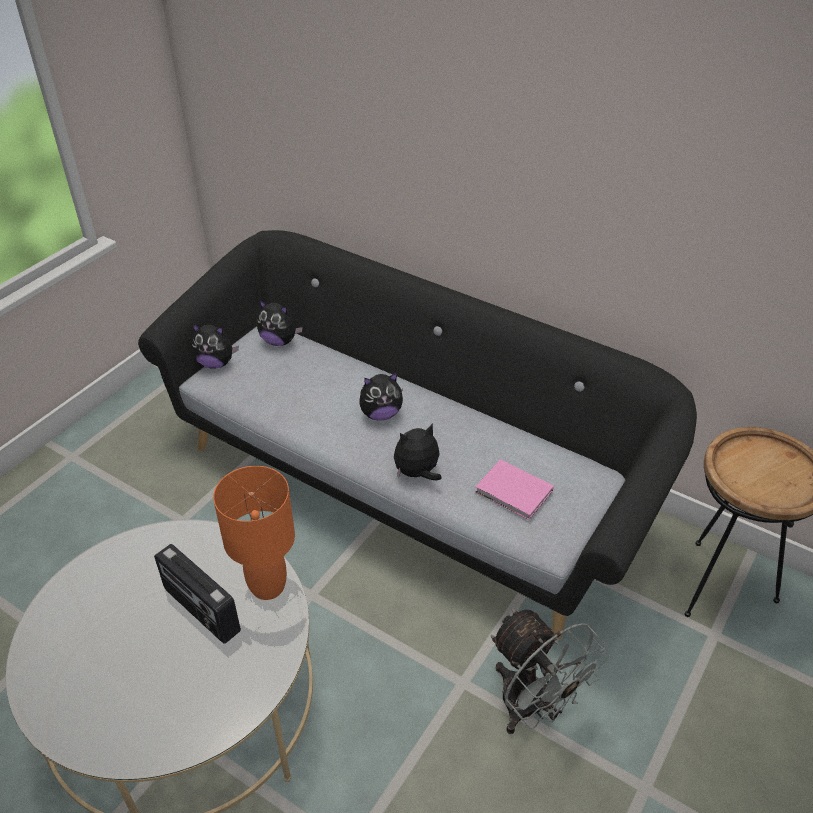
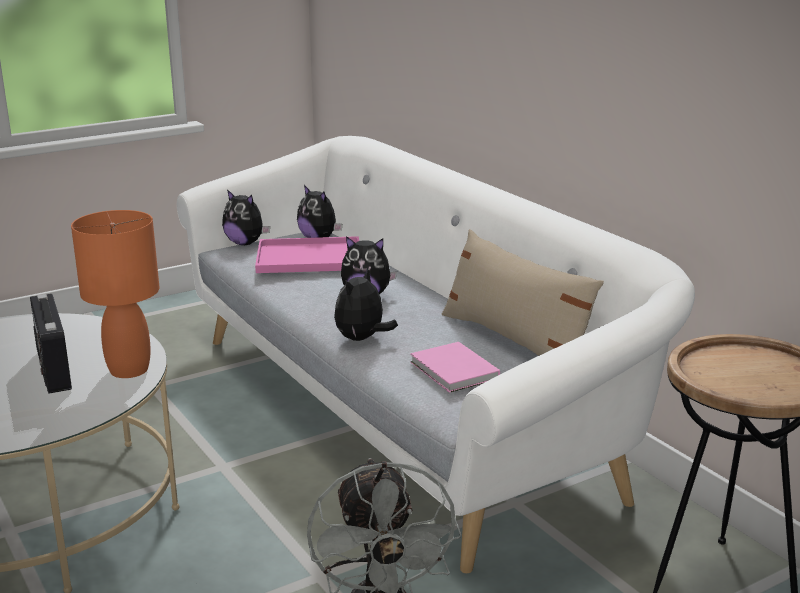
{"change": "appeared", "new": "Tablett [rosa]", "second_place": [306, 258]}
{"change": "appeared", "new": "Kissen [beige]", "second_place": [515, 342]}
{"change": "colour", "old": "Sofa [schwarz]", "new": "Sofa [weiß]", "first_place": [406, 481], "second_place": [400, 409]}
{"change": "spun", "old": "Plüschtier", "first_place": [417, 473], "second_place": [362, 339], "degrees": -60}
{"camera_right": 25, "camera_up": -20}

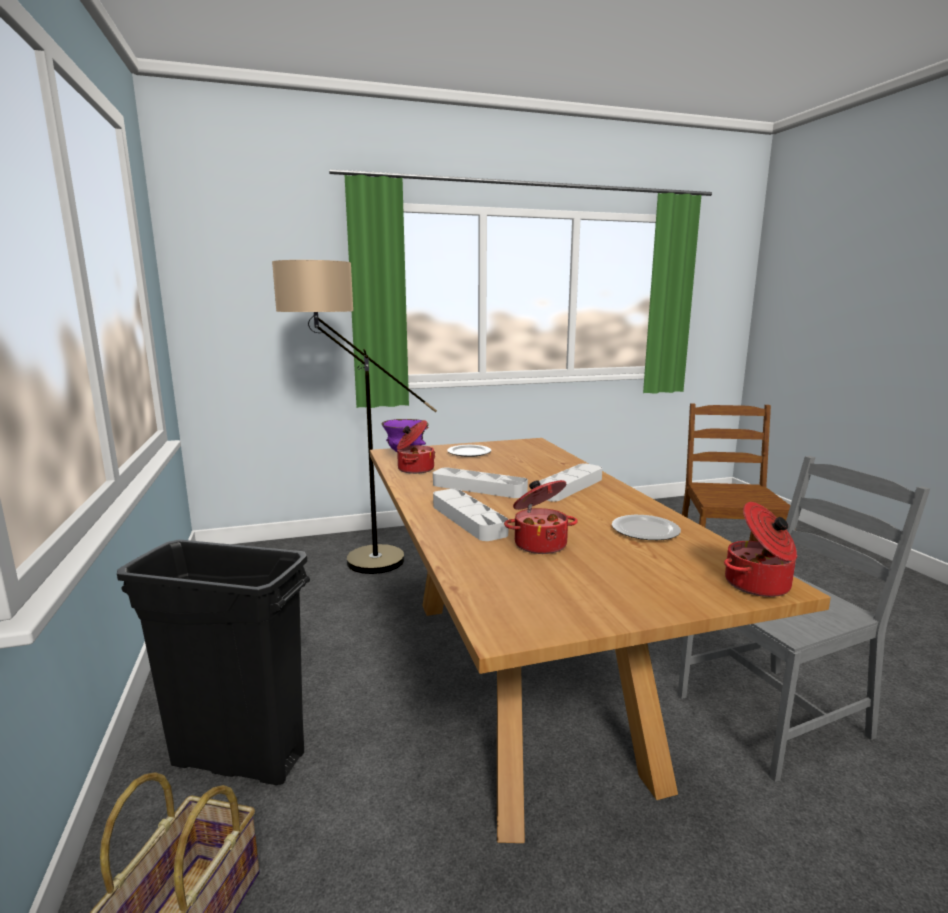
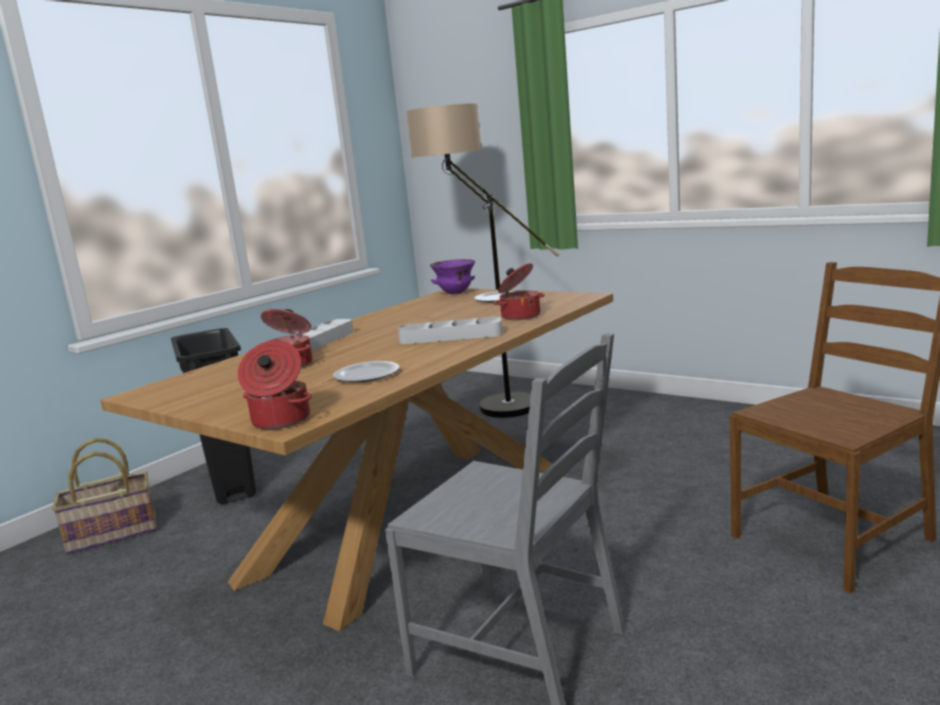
{"change": "missing", "old": "Tablett [grau]", "first_place": [479, 488]}
{"change": "relocated", "old": "Kochtopf", "first_place": [414, 469], "second_place": [520, 316]}
{"camera_right": 55, "camera_up": 0}

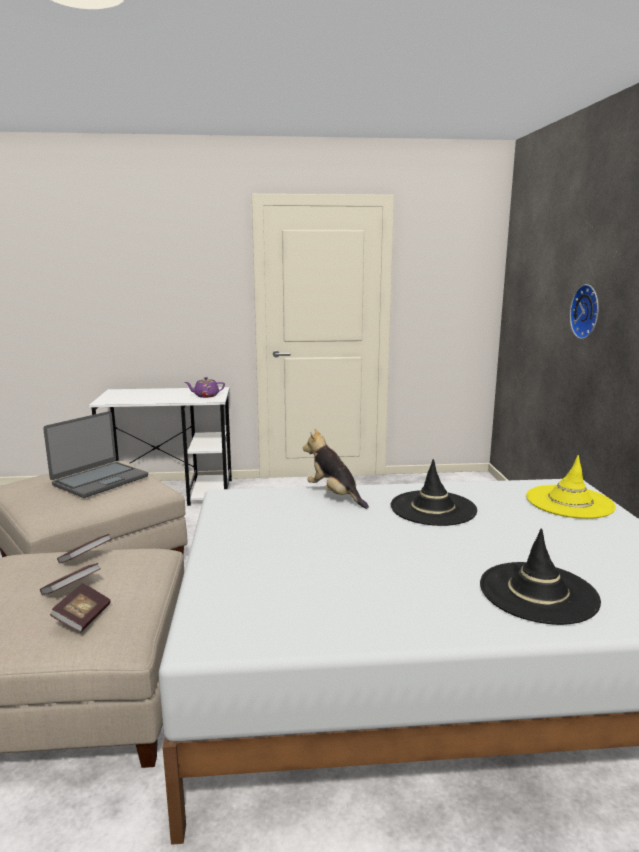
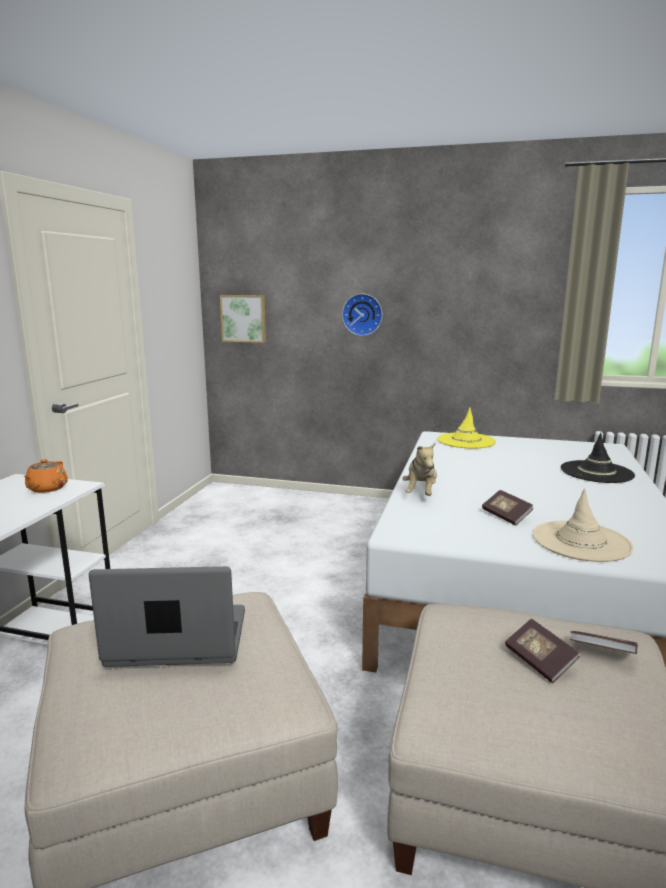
{"change": "missing", "old": "Hut [schwarz]", "first_place": [433, 508]}
{"change": "appeared", "new": "Bild", "second_place": [244, 318]}
{"change": "appeared", "new": "Hut [beige]", "second_place": [581, 541]}
{"change": "relocated", "old": "Buch", "first_place": [85, 558], "second_place": [506, 516]}
{"change": "colour", "old": "Teekanne [lila]", "new": "Teekanne [orange]", "first_place": [206, 396], "second_place": [46, 489]}
{"change": "spun", "old": "Laptop", "first_place": [100, 480], "second_place": [178, 639], "degrees": -60}
{"change": "spun", "old": "Plüschtier", "first_place": [334, 495], "second_place": [421, 493], "degrees": -60}
{"camera_right": -70, "camera_up": 0}

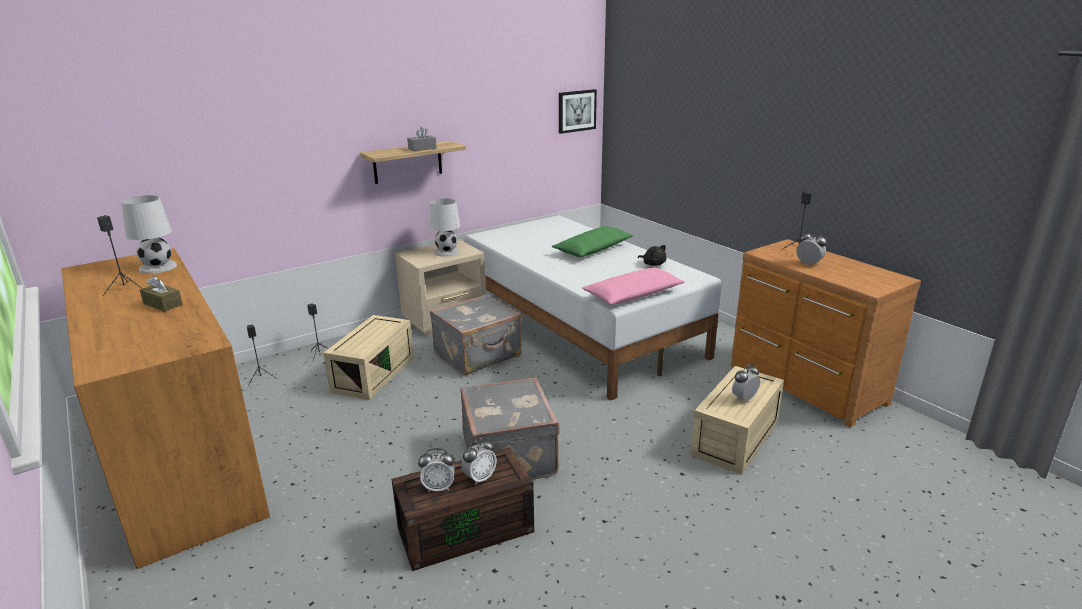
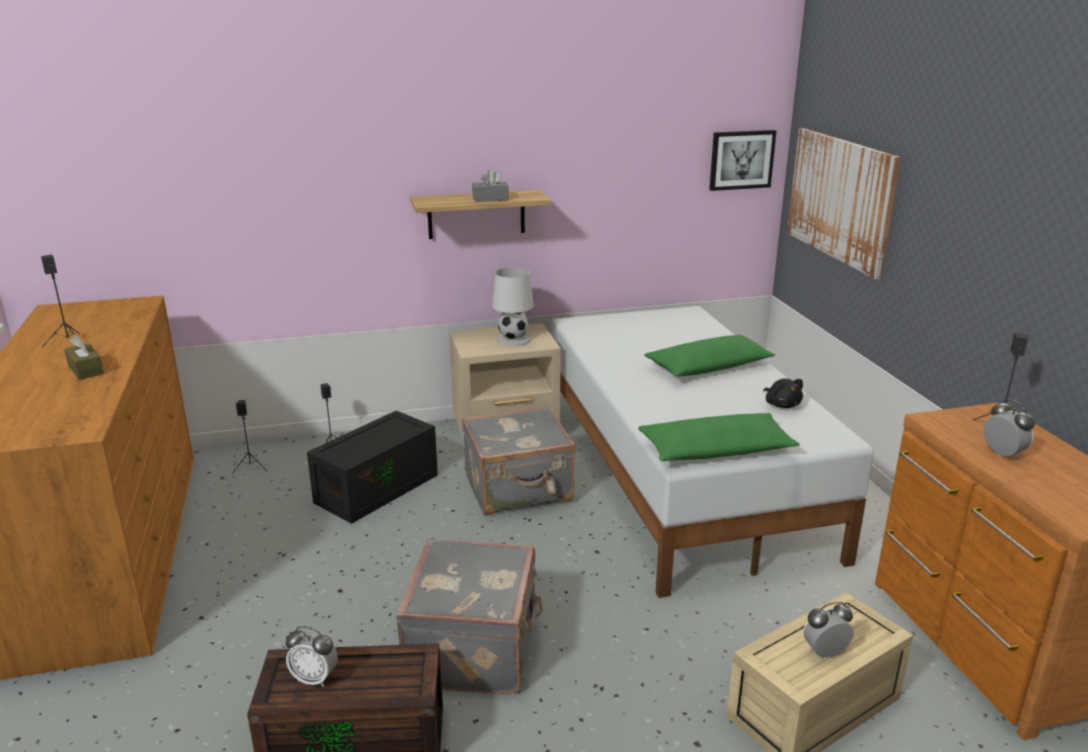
{"change": "missing", "old": "Tischlampe [weiß]", "first_place": [157, 267]}
{"change": "missing", "old": "Wecker", "first_place": [479, 478]}
{"change": "appeared", "new": "Bild", "second_place": [840, 199]}
{"change": "colour", "old": "Aufbewahrungsbox [beige]", "new": "Aufbewahrungsbox [schwarz]", "first_place": [373, 373], "second_place": [377, 487]}
{"change": "colour", "old": "Kissen [rosa]", "new": "Kissen [grün]", "first_place": [633, 295], "second_place": [716, 451]}
{"camera_right": 20, "camera_up": 0}

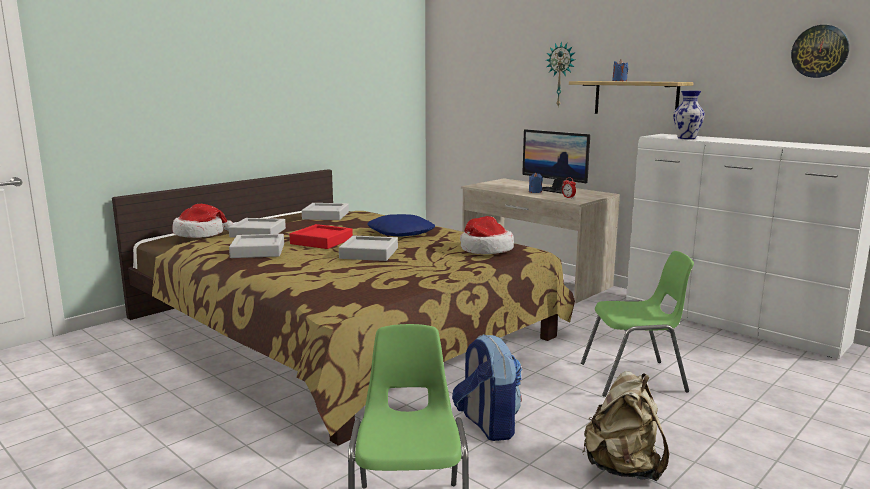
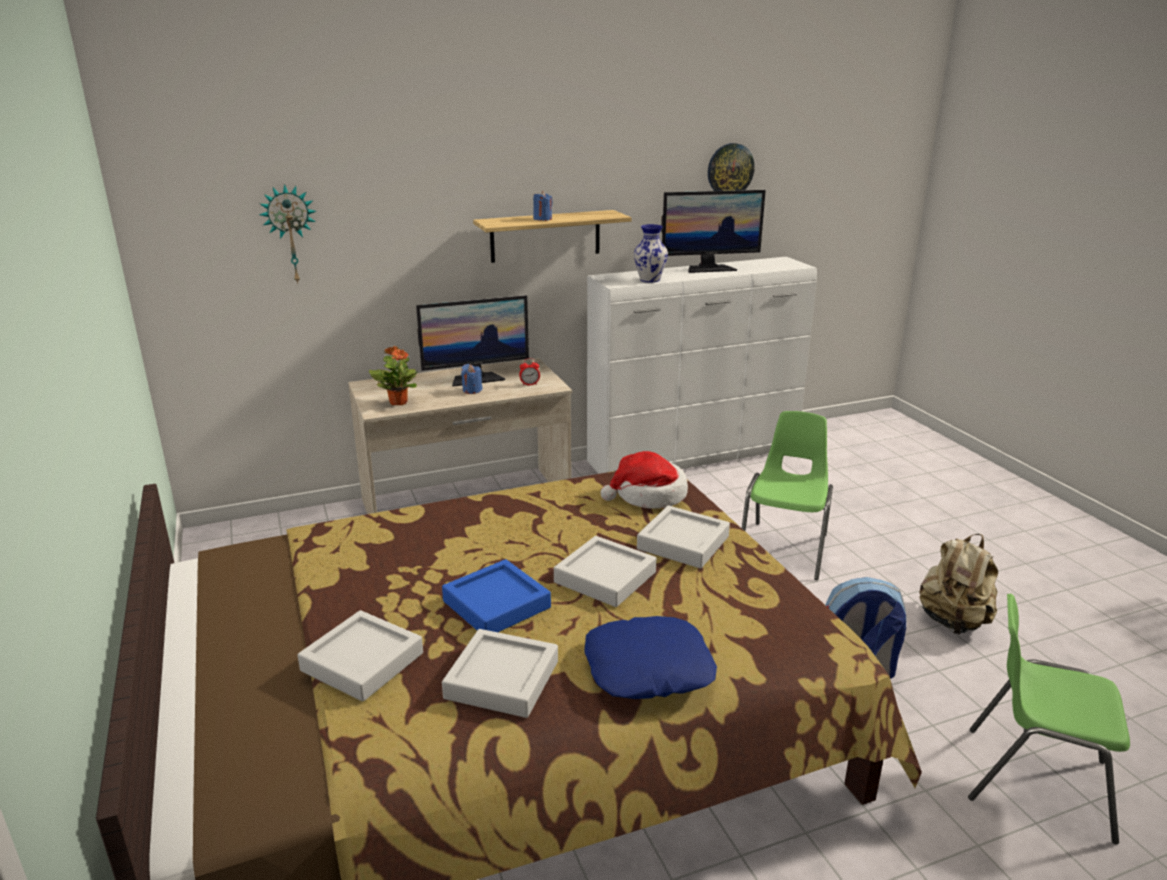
{"change": "missing", "old": "Hut", "first_place": [200, 234]}
{"change": "appeared", "new": "Topfpflanze", "second_place": [398, 402]}
{"change": "appeared", "new": "Monitor", "second_place": [709, 268]}
{"change": "relocated", "old": "Tablett [grau]", "first_place": [326, 215], "second_place": [683, 543]}
{"change": "relocated", "old": "Kissen [blau]", "first_place": [401, 233], "second_place": [648, 668]}
{"change": "relocated", "old": "Wanduhr", "first_place": [561, 74], "second_place": [290, 234]}
{"change": "colour", "old": "Tablett [rot]", "new": "Tablett [blau]", "first_place": [321, 241], "second_place": [496, 604]}
{"camera_right": -65, "camera_up": 10}

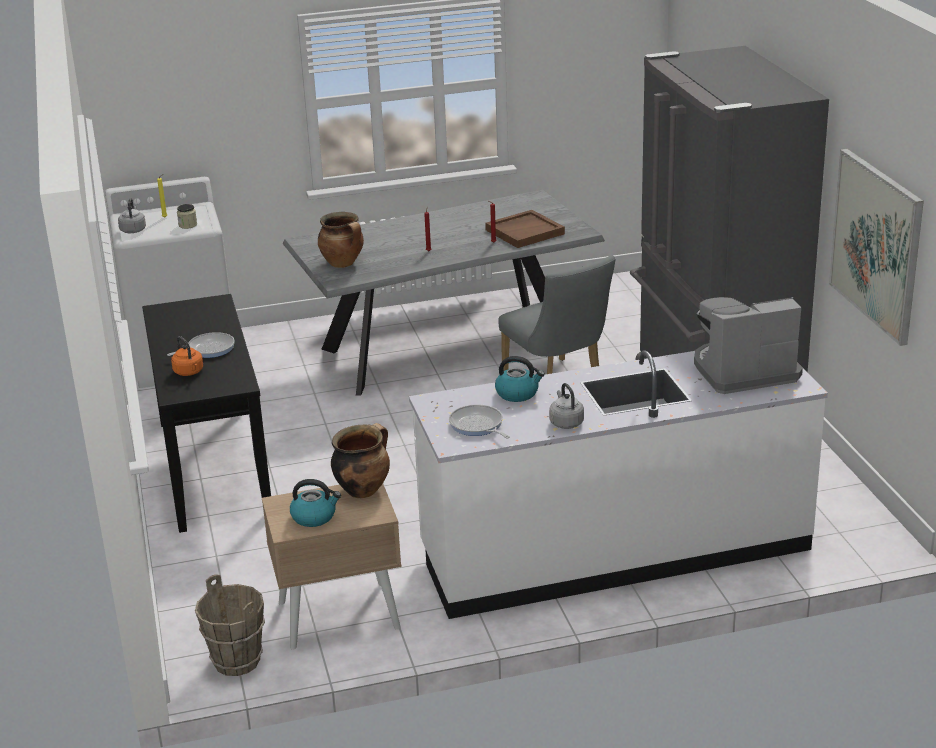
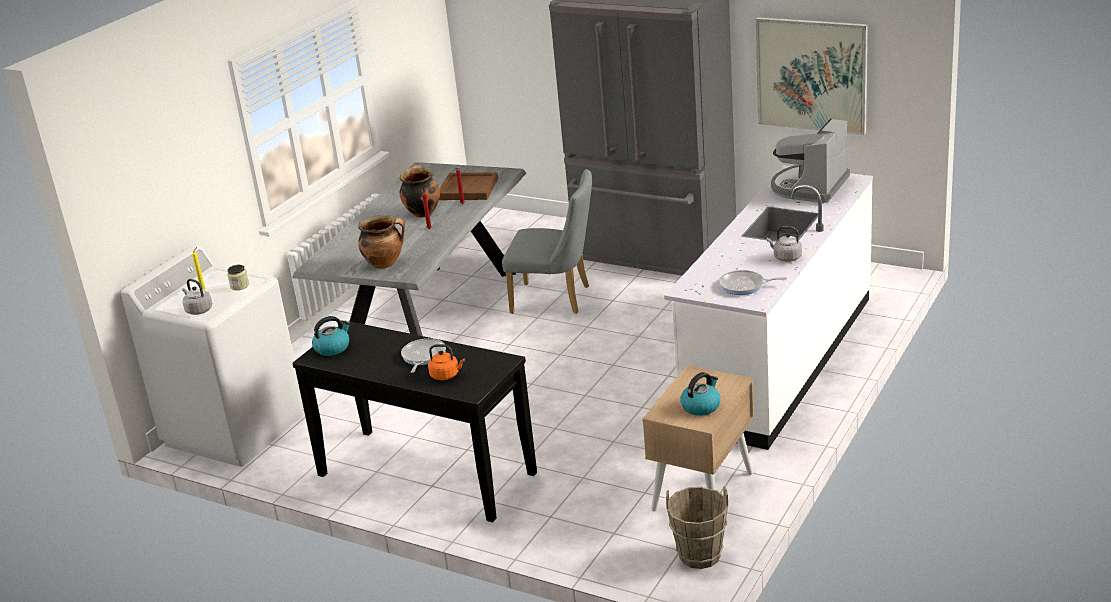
{"change": "relocated", "old": "Kochtopf", "first_place": [363, 489], "second_place": [422, 212]}
{"change": "relocated", "old": "Wasserkessel", "first_place": [518, 393], "second_place": [332, 348]}
{"camera_right": -45, "camera_up": 0}

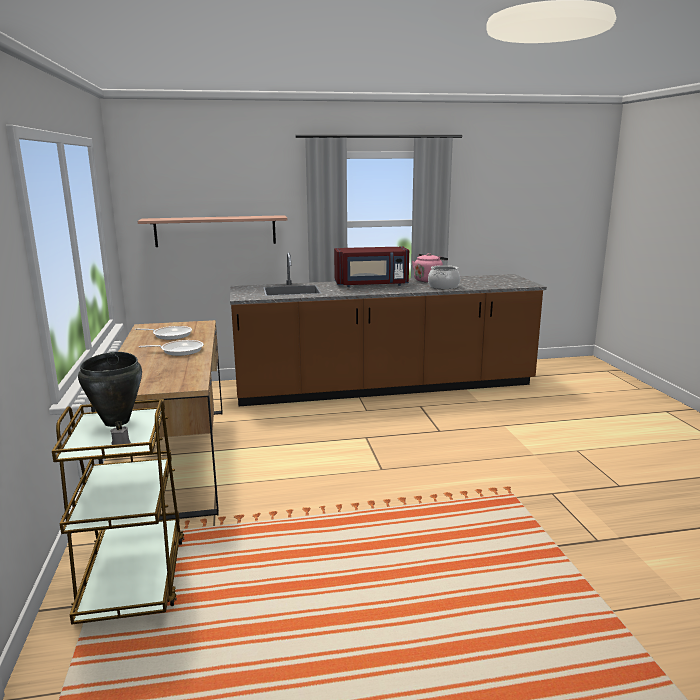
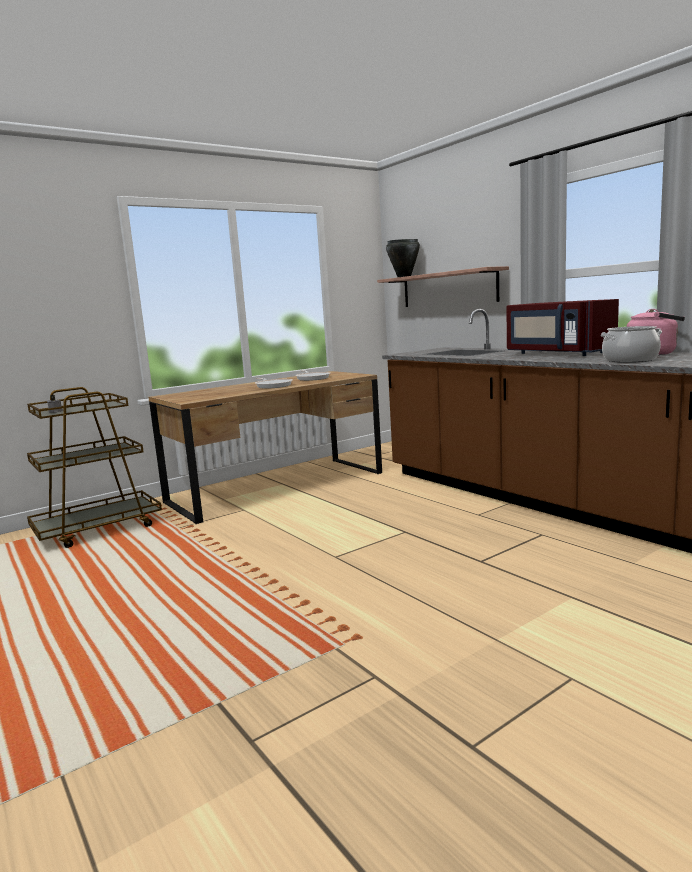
{"change": "relocated", "old": "Kochtopf [schwarz]", "first_place": [117, 421], "second_place": [404, 277]}
{"camera_right": 65, "camera_up": -5}

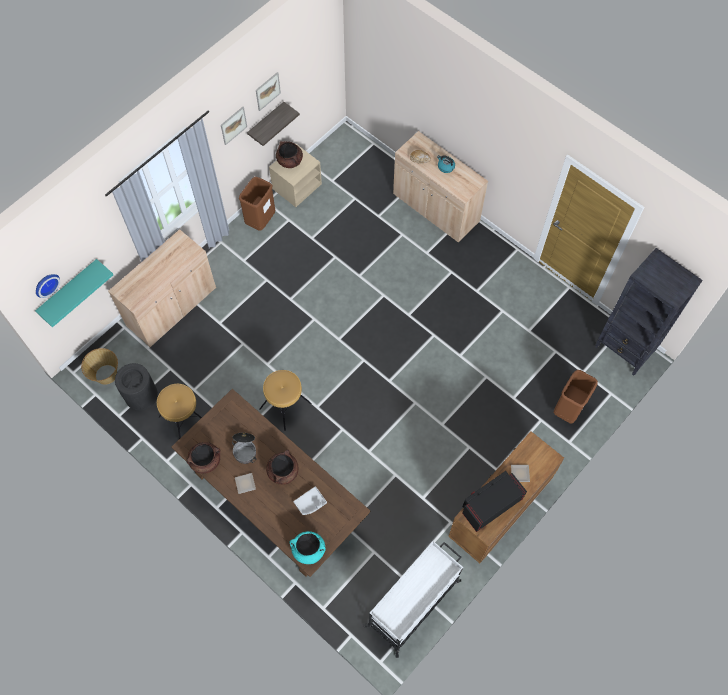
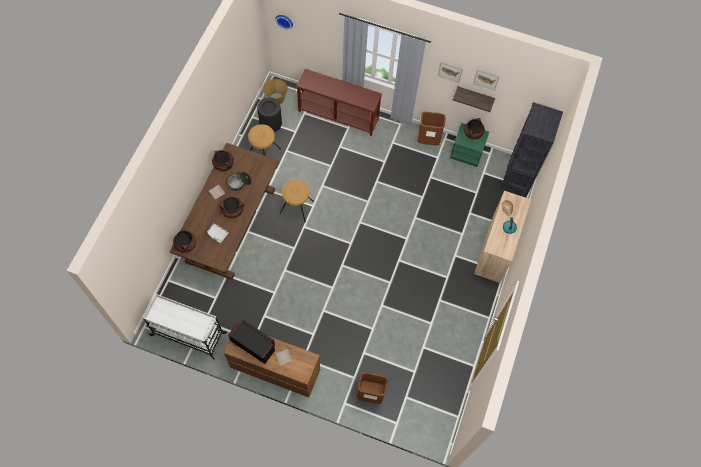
{"change": "missing", "old": "Wandregal [türkis]", "first_place": [69, 289]}
{"change": "relocated", "old": "Bücherregal [schwarz]", "first_place": [625, 349], "second_place": [517, 179]}
{"change": "exchanged", "old": "Schrank [beige]", "new": "Konsolentisch [braun]", "first_place": [172, 307], "second_place": [338, 115]}
{"change": "colour", "old": "Nachttisch [beige]", "new": "Nachttisch [grün]", "first_place": [297, 186], "second_place": [467, 152]}
{"change": "colour", "old": "Kochtopf [türkis]", "new": "Kochtopf [braun]", "first_place": [308, 550], "second_place": [185, 244]}
{"camera_right": 65, "camera_up": 0}

